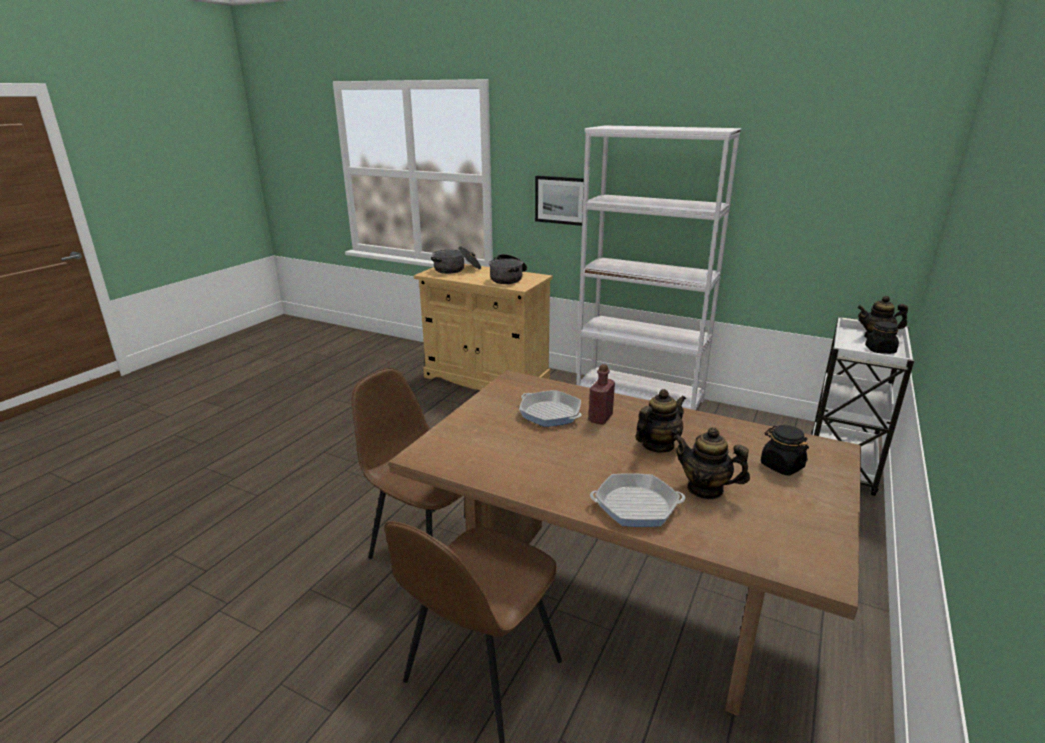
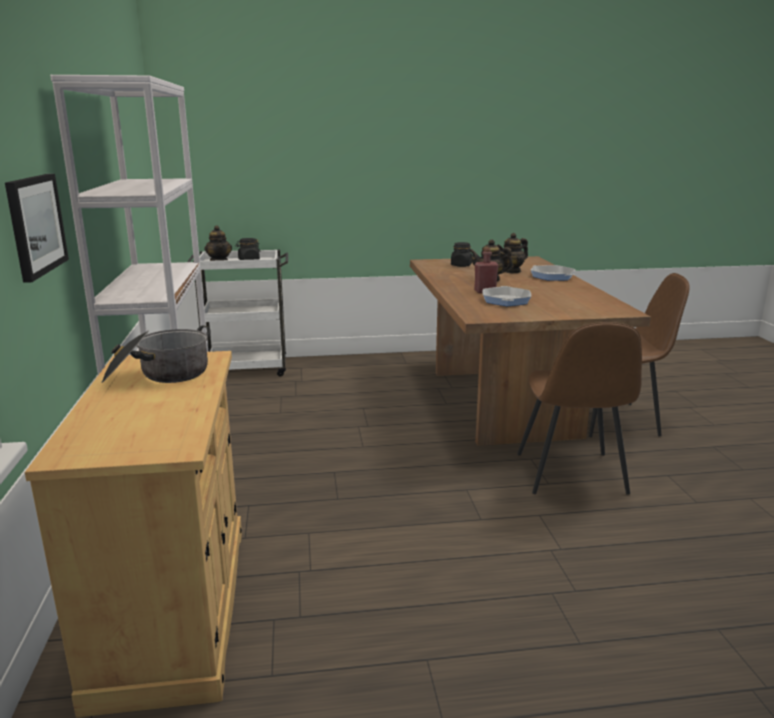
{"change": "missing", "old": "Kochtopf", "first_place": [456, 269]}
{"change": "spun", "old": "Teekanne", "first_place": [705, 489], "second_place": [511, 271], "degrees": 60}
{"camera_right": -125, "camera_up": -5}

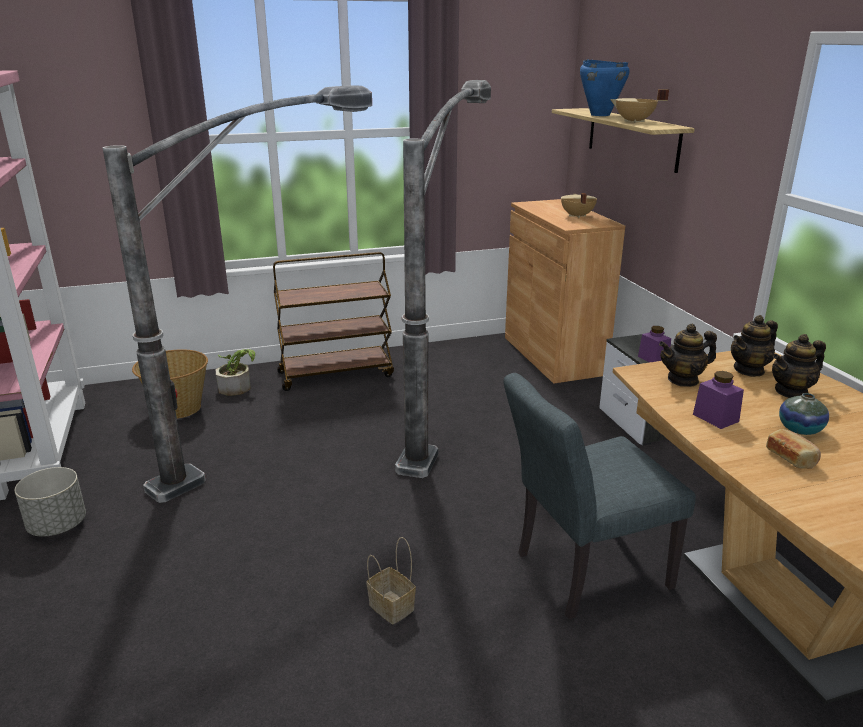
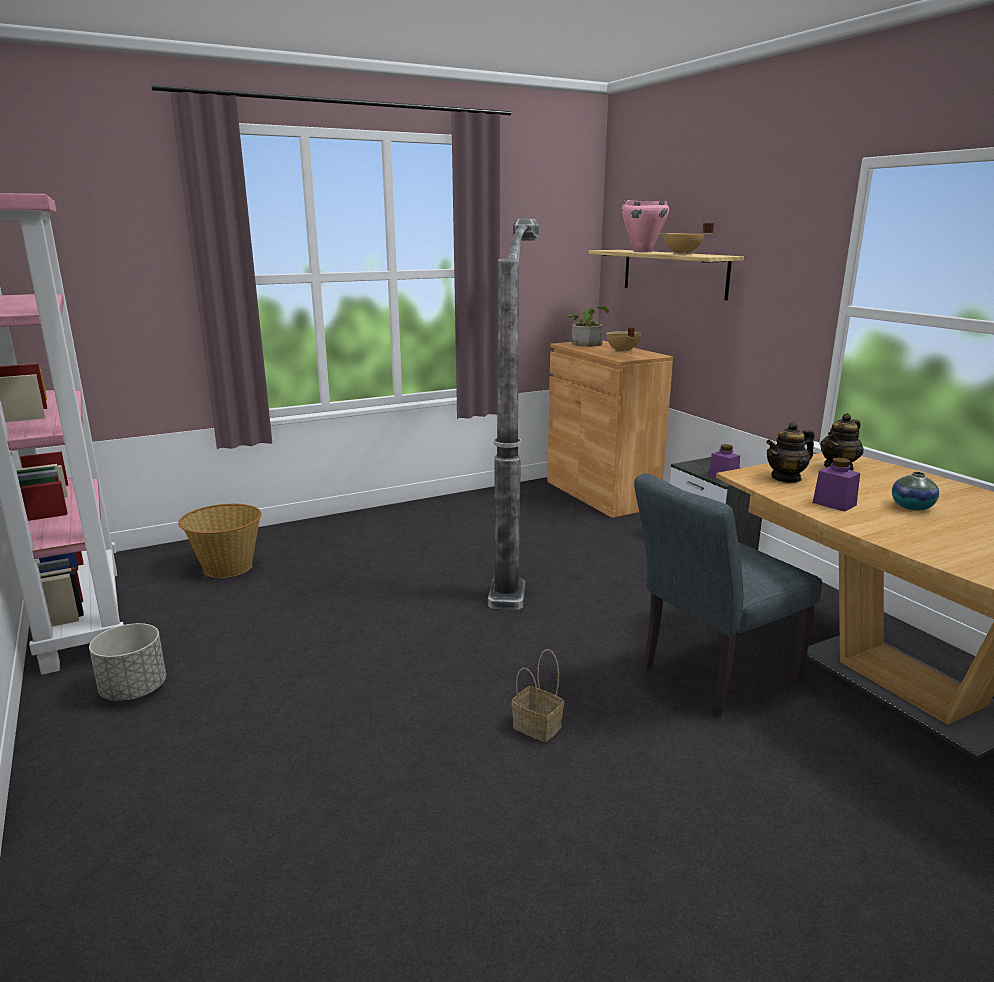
{"change": "missing", "old": "Stehlampe", "first_place": [278, 436]}
{"change": "missing", "old": "Rollwagen [braun]", "first_place": [336, 374]}
{"change": "missing", "old": "Brot", "first_place": [791, 458]}
{"change": "missing", "old": "Teekanne", "first_place": [791, 392]}
{"change": "relocated", "old": "Topfpflanze", "first_place": [237, 386], "second_place": [587, 343]}
{"change": "colour", "old": "Kochtopf [blau]", "new": "Kochtopf [rosa]", "first_place": [600, 115], "second_place": [642, 252]}
{"camera_right": -10, "camera_up": -5}

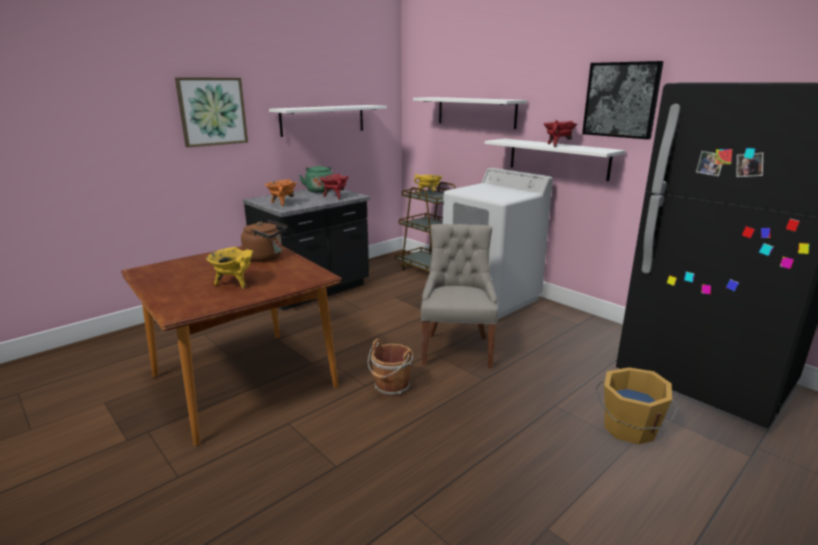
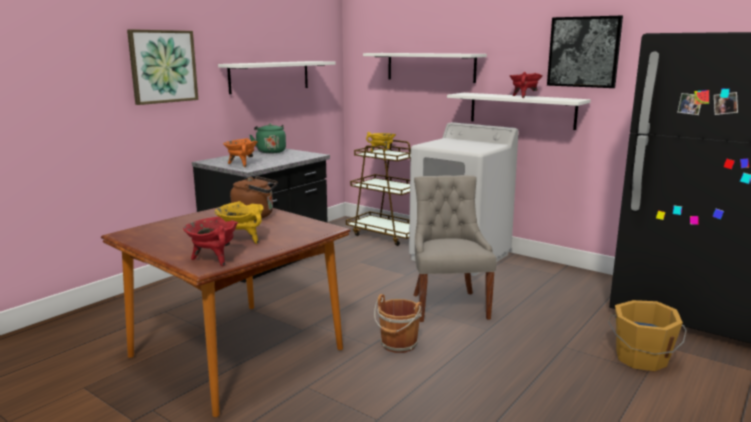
{"change": "relocated", "old": "Kochtopf [rot]", "first_place": [335, 197], "second_place": [213, 259]}
{"camera_right": -10, "camera_up": -5}

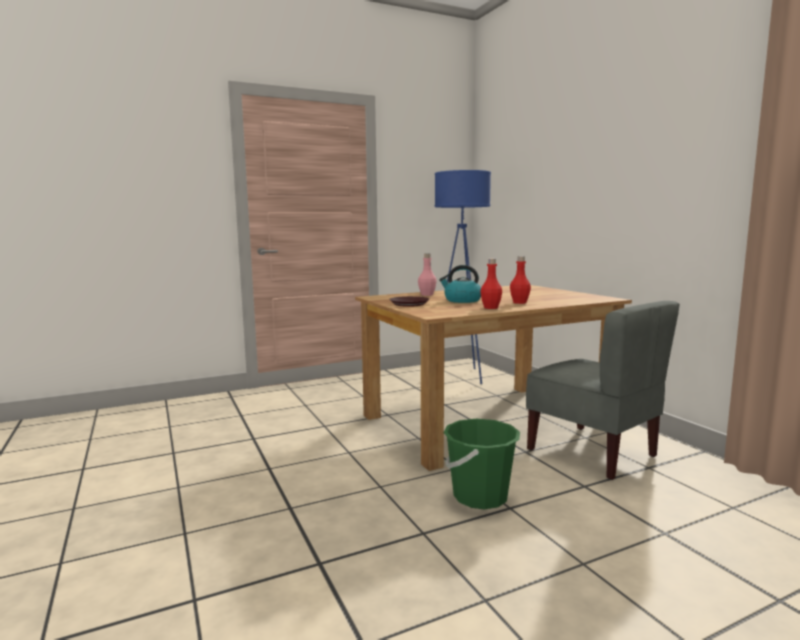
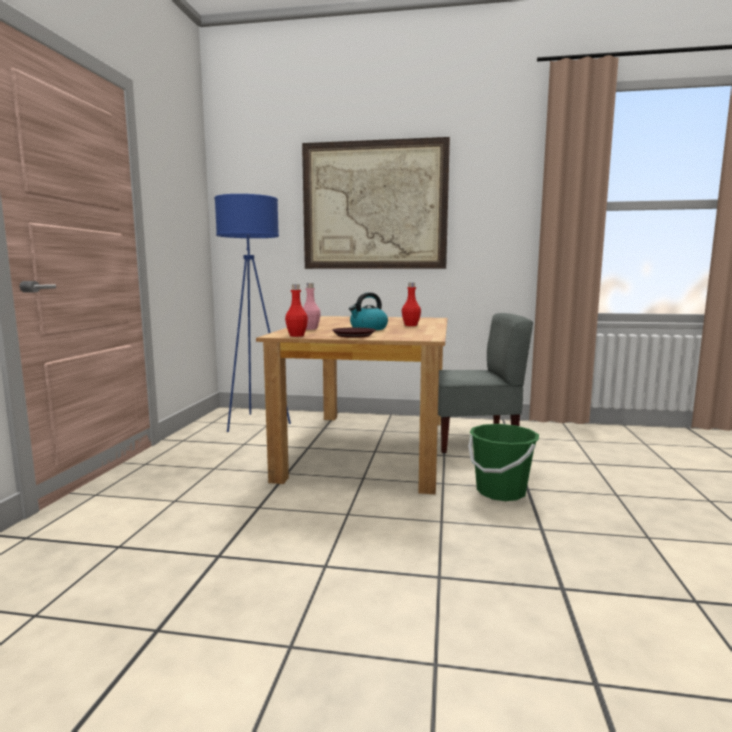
{"change": "appeared", "new": "Bild", "second_place": [374, 206]}
{"change": "relocated", "old": "Flasche [rot]", "first_place": [491, 307], "second_place": [296, 335]}
{"camera_right": -55, "camera_up": 0}

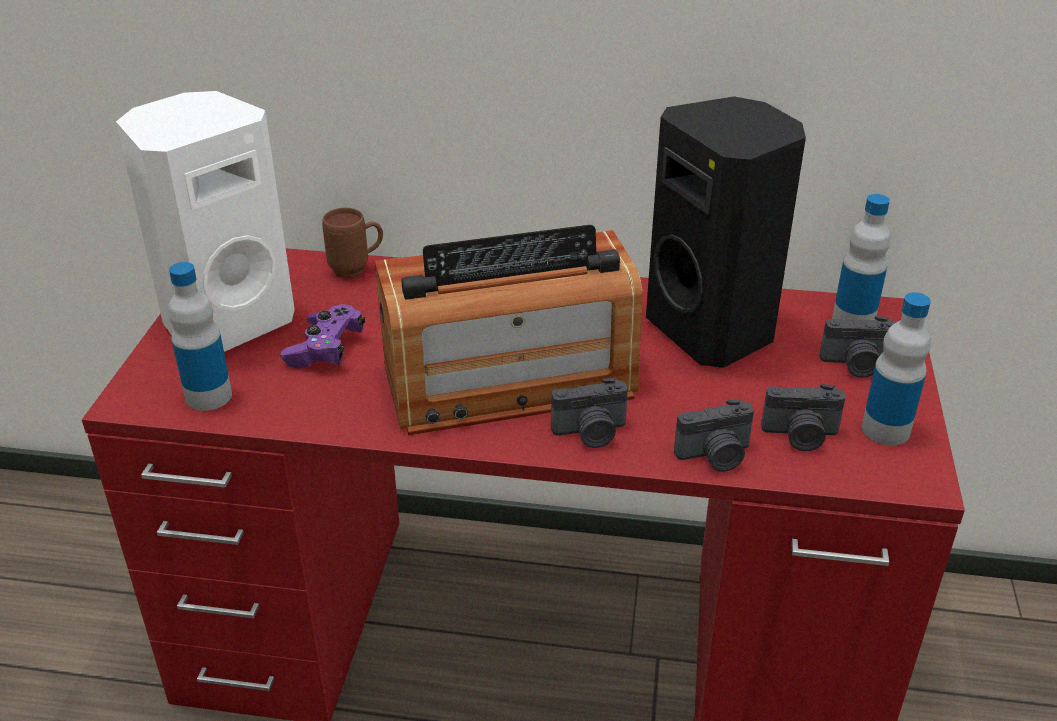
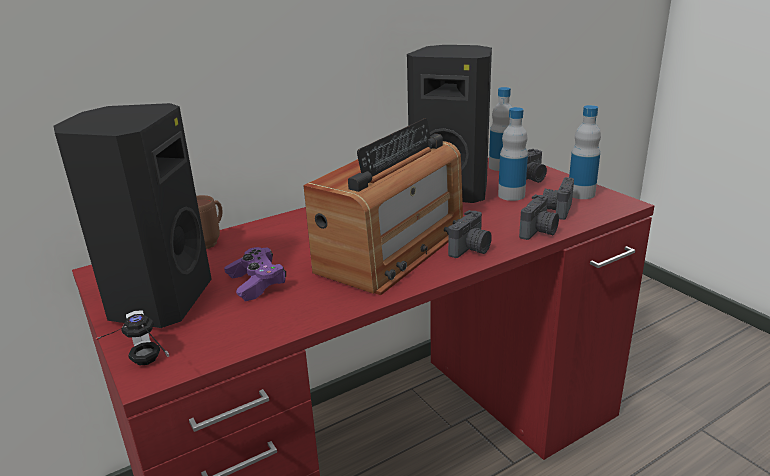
{"change": "appeared", "new": "Kopfhörer", "second_place": [139, 373]}
{"change": "relocated", "old": "Flasche", "first_place": [208, 396], "second_place": [511, 195]}
{"change": "colour", "old": "Lautsprecher [weiß]", "new": "Lautsprecher [schwarz]", "first_place": [226, 322], "second_place": [157, 301]}
{"change": "spun", "old": "Kamera", "first_place": [800, 436], "second_place": [556, 209], "degrees": 150}
{"camera_right": -40, "camera_up": -10}

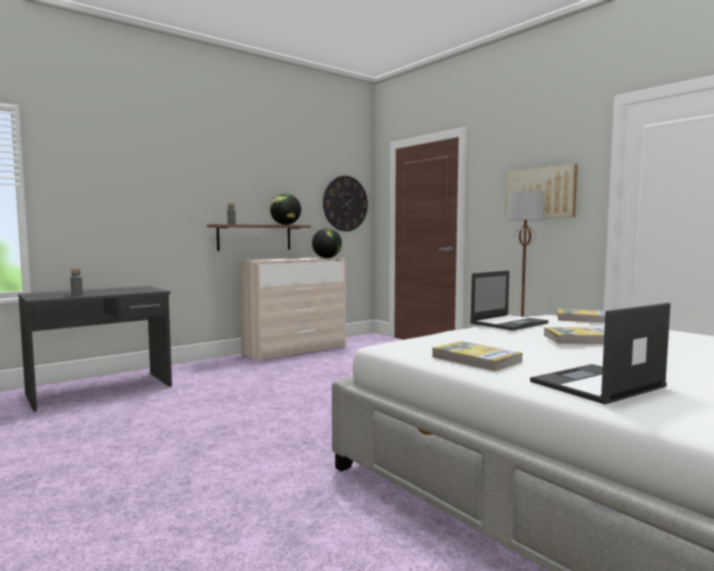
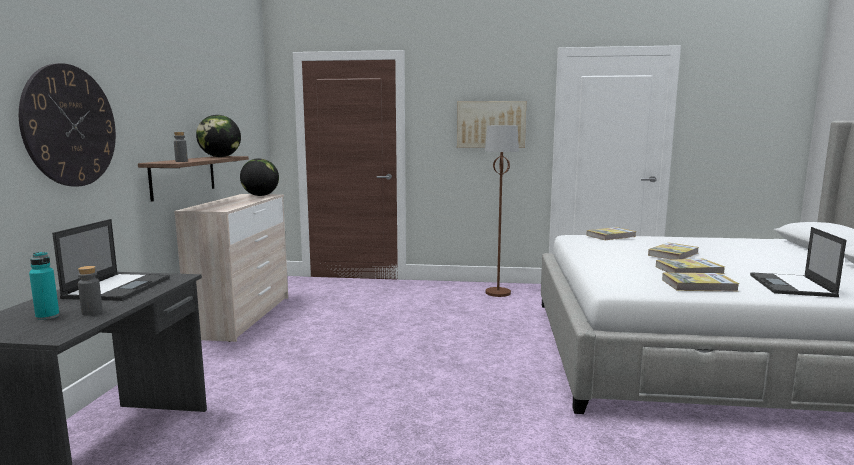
{"change": "appeared", "new": "Flasche [türkis]", "second_place": [47, 316]}
{"change": "appeared", "new": "Buch", "second_place": [689, 270]}
{"change": "relocated", "old": "Wanduhr", "first_place": [345, 203], "second_place": [70, 126]}
{"change": "relocated", "old": "Laptop", "first_place": [509, 323], "second_place": [118, 287]}
{"camera_right": -45, "camera_up": 5}

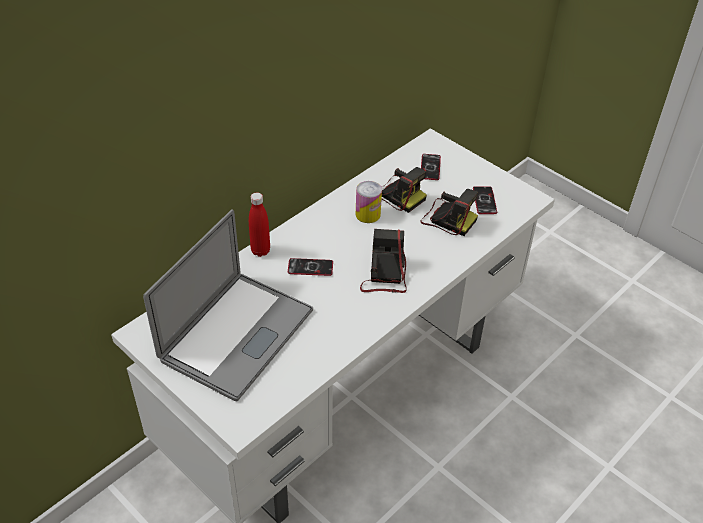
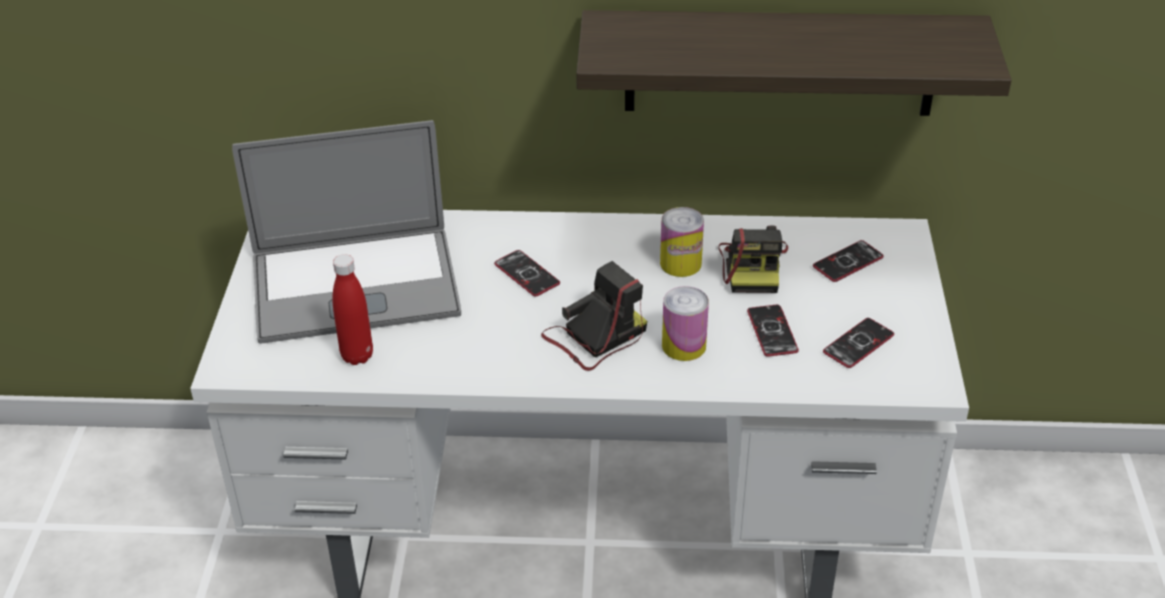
{"change": "appeared", "new": "Wandregal", "second_place": [780, 63]}
{"change": "appeared", "new": "Dose", "second_place": [684, 345]}
{"change": "relocated", "old": "Flasche [rot]", "first_place": [260, 251], "second_place": [357, 356]}
{"change": "exchanged", "old": "Kamera", "new": "Handy", "first_place": [447, 219], "second_place": [772, 331]}
{"camera_right": 50, "camera_up": -5}

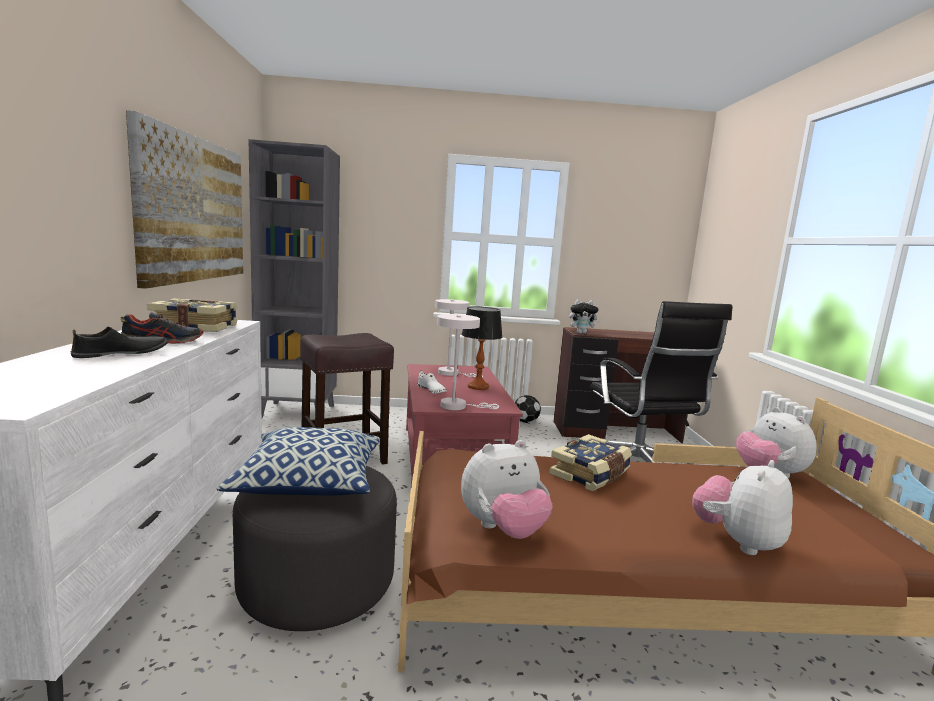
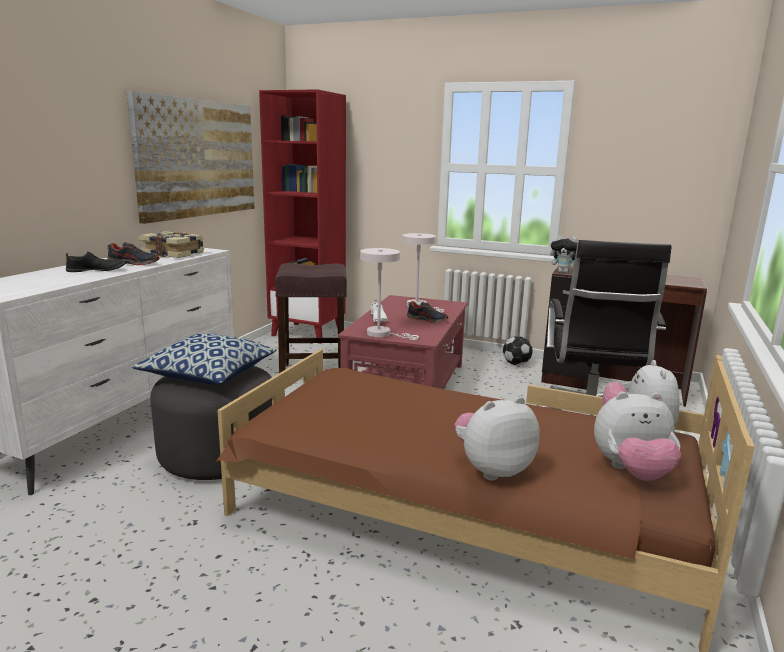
{"change": "missing", "old": "Buch", "first_place": [591, 475]}
{"change": "relocated", "old": "Plüschtier", "first_place": [503, 529], "second_place": [632, 472]}
{"change": "exchanged", "old": "Tischlampe", "new": "Schuh", "first_place": [478, 386], "second_place": [427, 319]}
{"change": "colour", "old": "Bücherregal [grau]", "new": "Bücherregal [rot]", "first_place": [298, 411], "second_place": [308, 333]}
{"camera_right": 25, "camera_up": 5}

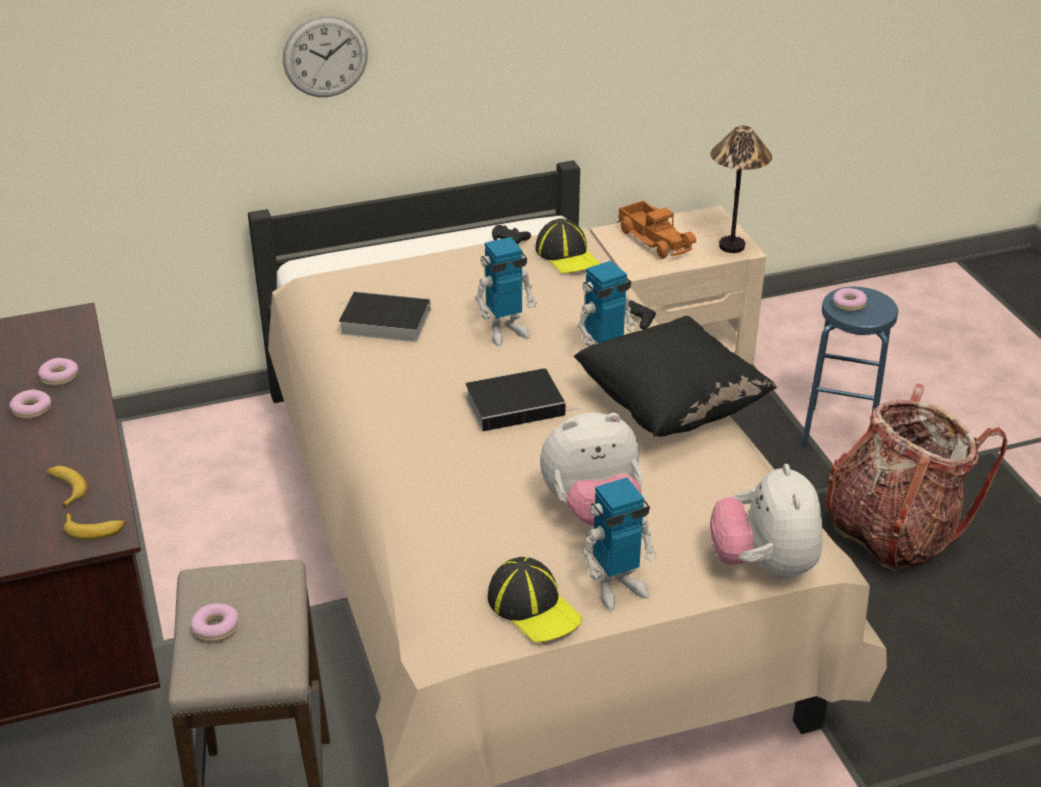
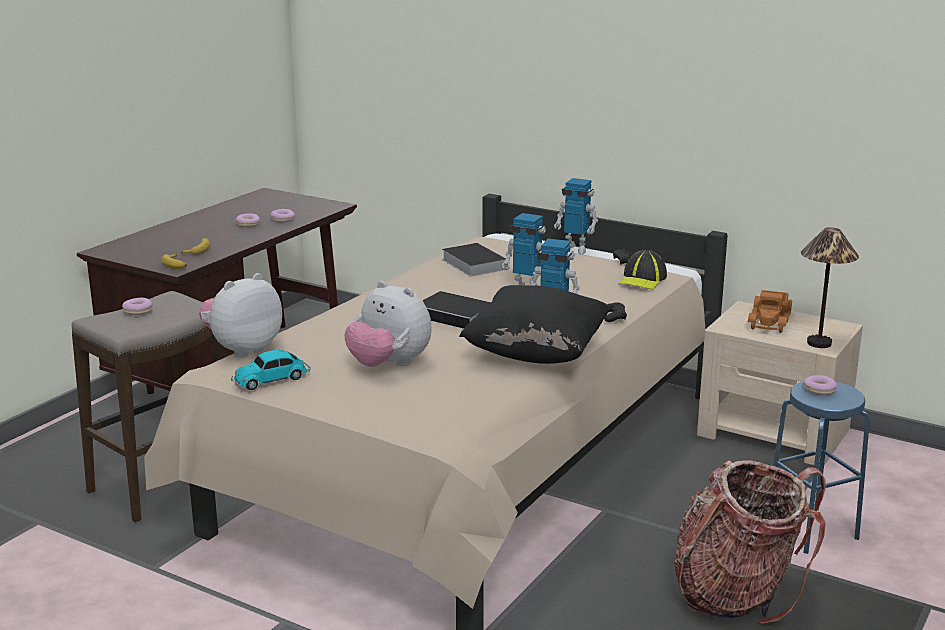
{"change": "missing", "old": "Wanduhr", "first_place": [325, 56]}
{"change": "relocated", "old": "Spielzeugroboter", "first_place": [617, 588], "second_place": [575, 249]}
{"change": "relocated", "old": "Plüschtier", "first_place": [764, 565], "second_place": [242, 349]}
{"change": "exchanged", "old": "Kappe", "new": "Spielzeugauto", "first_place": [533, 607], "second_place": [272, 379]}
{"camera_right": 50, "camera_up": -15}

